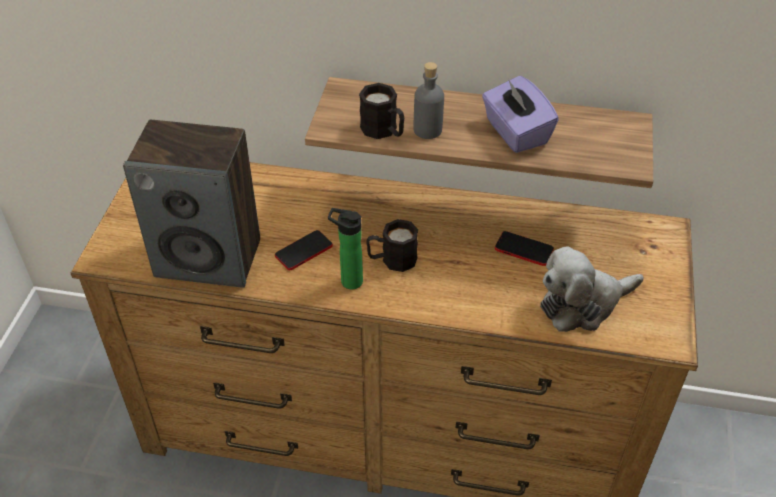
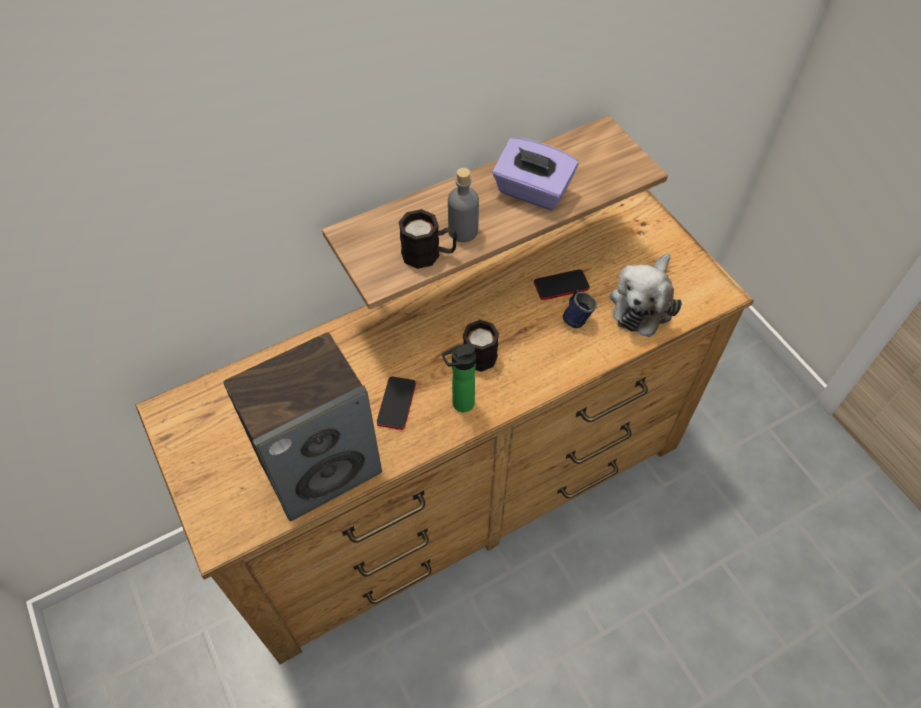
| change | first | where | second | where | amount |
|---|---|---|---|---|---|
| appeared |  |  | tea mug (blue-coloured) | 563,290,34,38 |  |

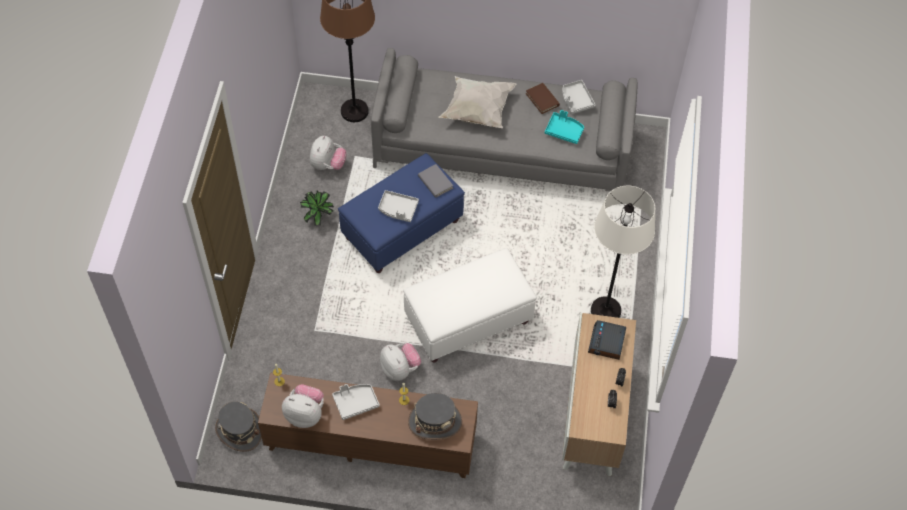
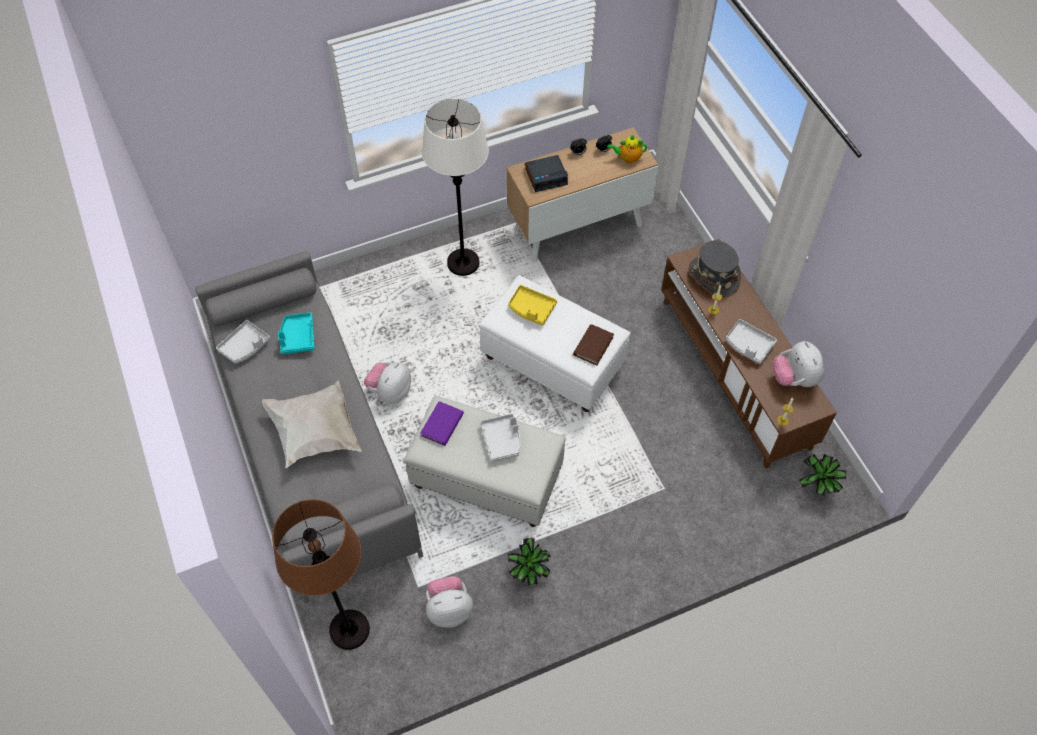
| change | first | where | second | where | amount |
|---|---|---|---|---|---|
| relocated | volume (brown-coloured) | 525,83,35,31 |  | 573,324,41,42 |  |
| colour | ottoman (blue-coloured) | 338,153,127,120 | ottoman (white-coloured) | 404,395,162,132 |  |
| colour | volume (gray) | 418,164,35,34 | volume (purple) | 420,401,44,45 |  |
| relocated | plush toy | 380,343,41,38 |  | 364,362,47,41 |  |
| exchanged | clothing hat (gray) | 215,402,47,50 | houseplant | 799,454,48,42 |  |
| appeared |  |  | teapot | 607,135,40,28 |  |
| appeared |  |  | serving tray (yellowish) | 508,285,49,41 |  |

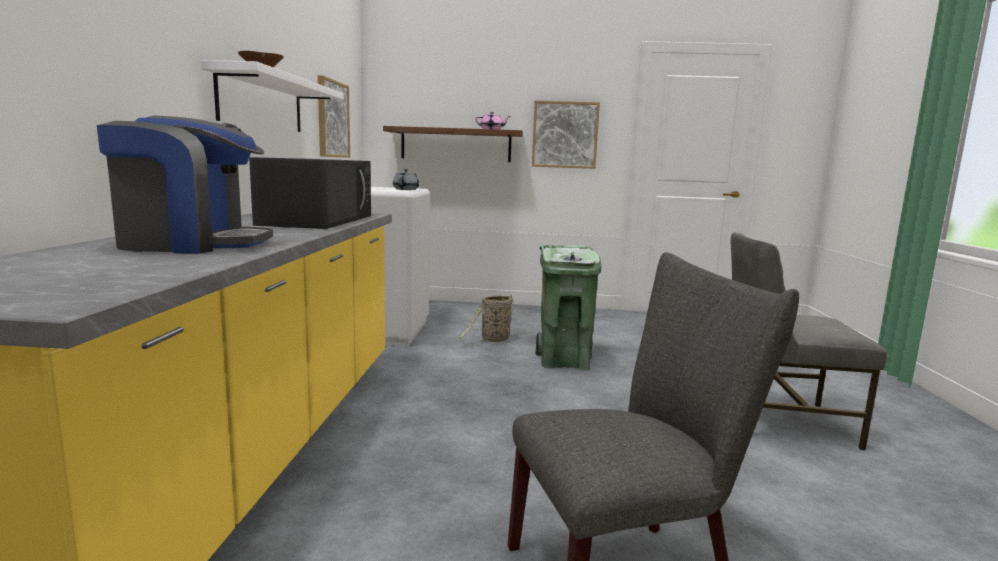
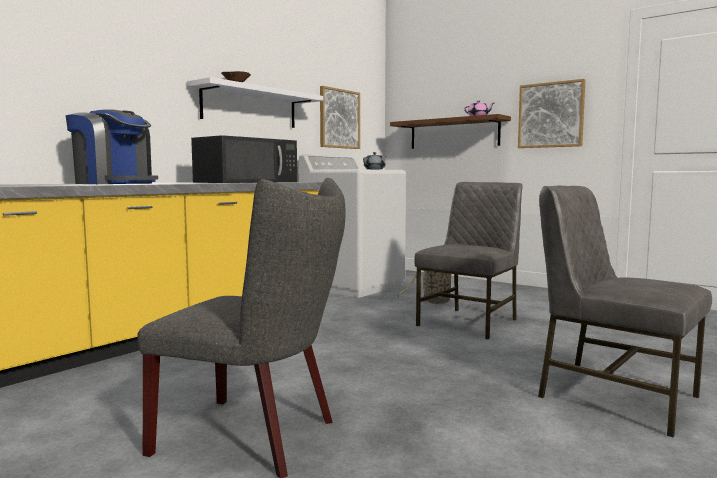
| change | first | where | second | where | amount |
|---|---|---|---|---|---|
| exchanged | trash can (green-coloured) | 535,245,66,125 | upright chair (gray) | 414,182,108,158 |  |

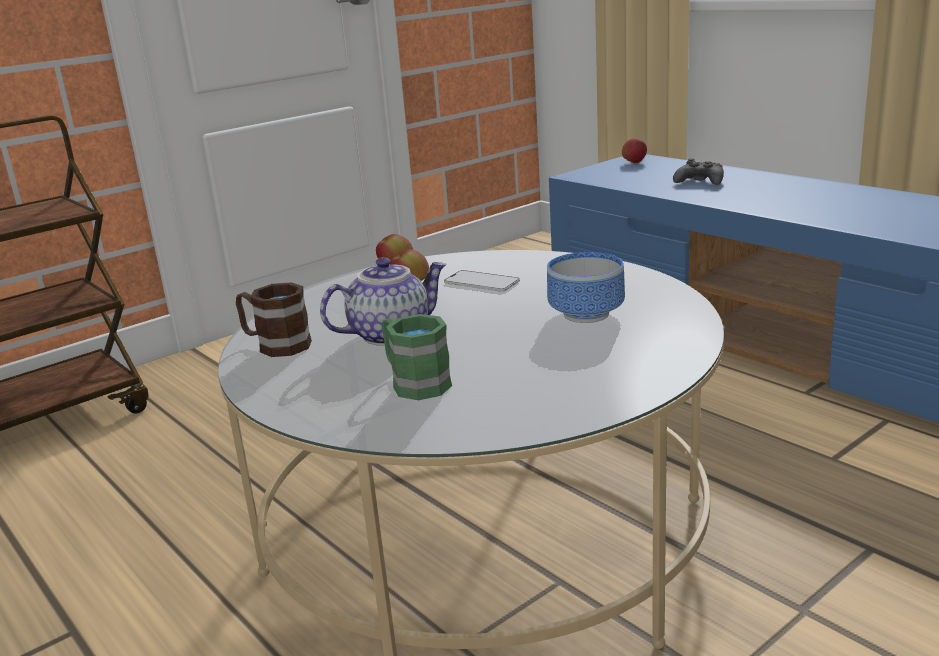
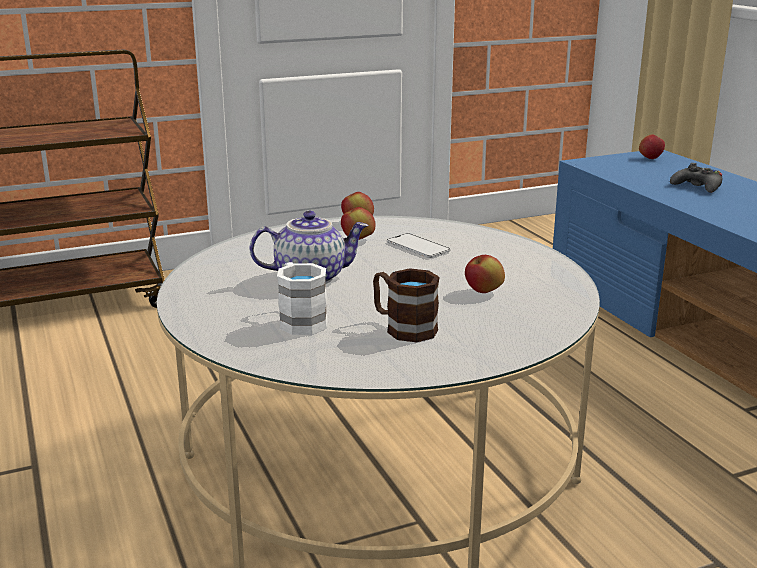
| change | first | where | second | where | amount |
|---|---|---|---|---|---|
| exchanged | bowl | 547,252,78,71 | whole apple | 465,255,40,38 |  |
| relocated | tea mug (brown-coloured) | 236,282,76,75 |  | 373,268,67,74 |  |
| colour | tea mug (green-coloured) | 382,314,70,86 | tea mug (white-coloured) | 277,262,51,73 |  |

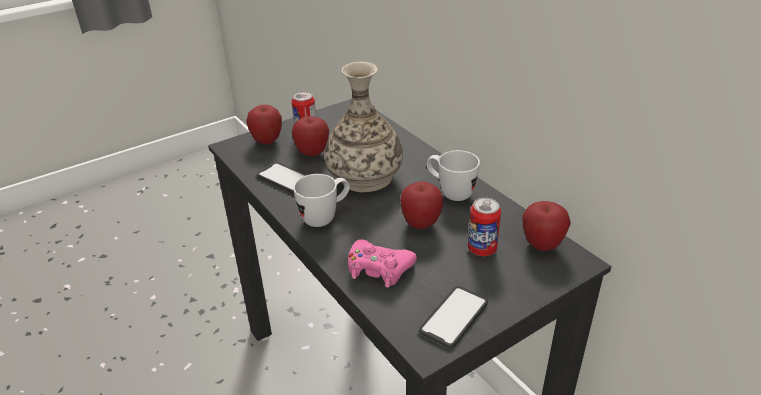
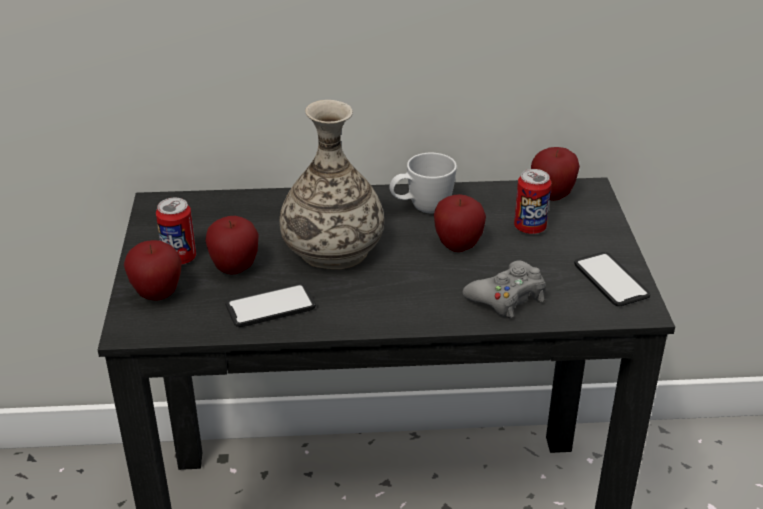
| change | first | where | second | where | amount |
|---|---|---|---|---|---|
| missing | tea mug (white-coloured) | 293,174,57,53 |  |  |  |
| colour | gamepad (pink) | 348,239,69,49 | gamepad (gray) | 463,260,83,58 |  |

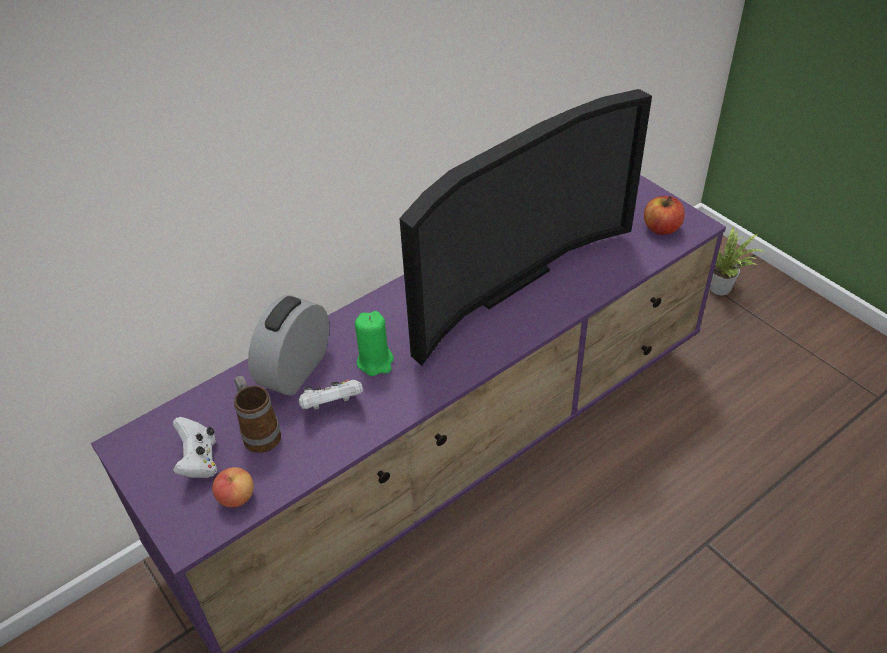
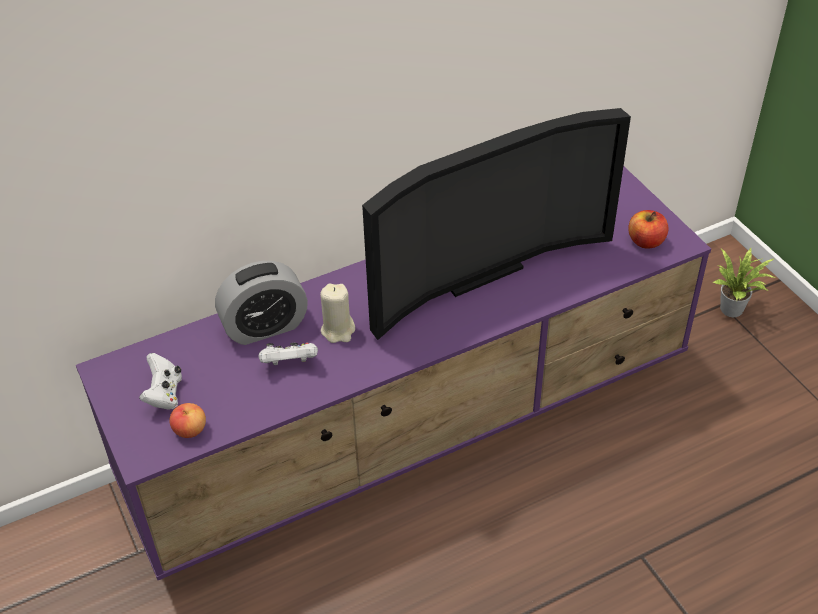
| change | first | where | second | where | amount |
|---|---|---|---|---|---|
| spun | table clock | 248,295,81,101 |  | 215,261,93,84 | 150 degrees counterclockwise |
| colour | candle (green-coloured) | 355,311,39,65 | candle (beige) | 320,283,35,60 |  |
| missing | tea mug | 234,376,47,77 |  |  |  |

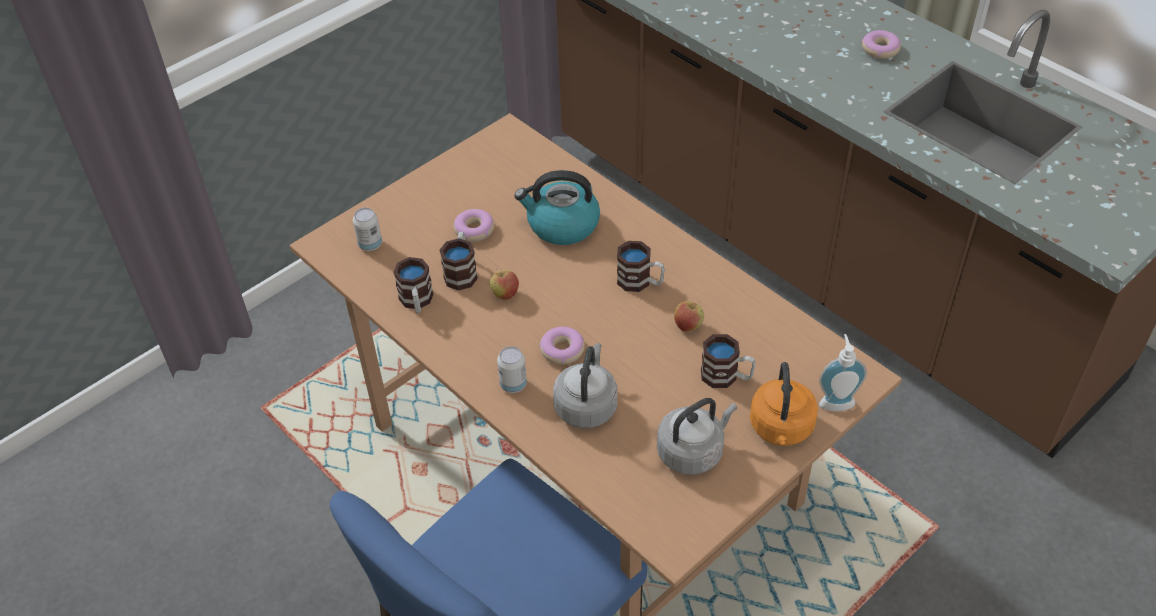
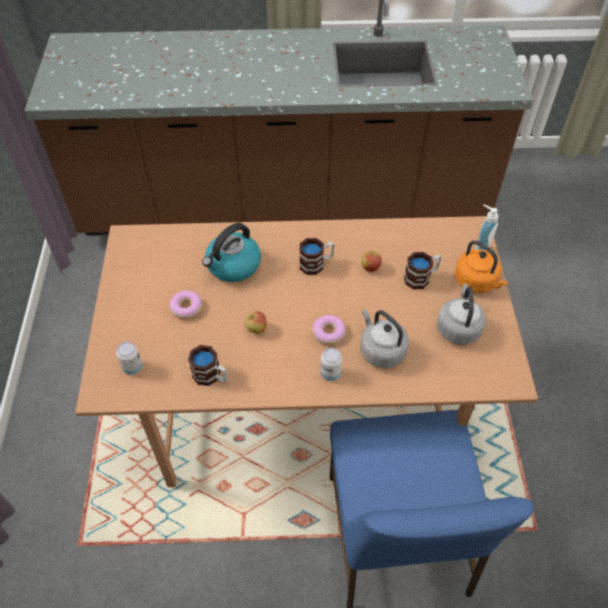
| change | first | where | second | where | amount |
|---|---|---|---|---|---|
| missing | ring doughnut | 861,30,40,29 |  |  |  |
| missing | tea mug | 439,232,39,59 |  |  |  |

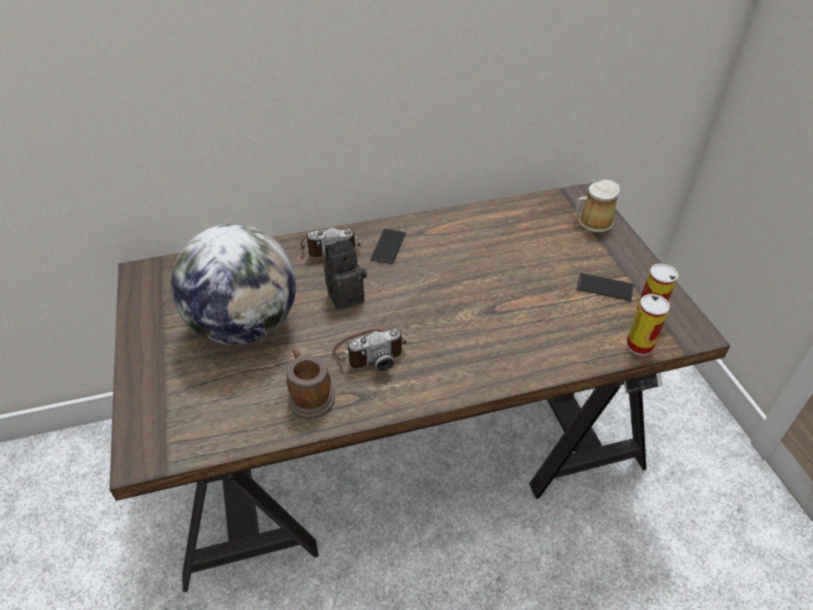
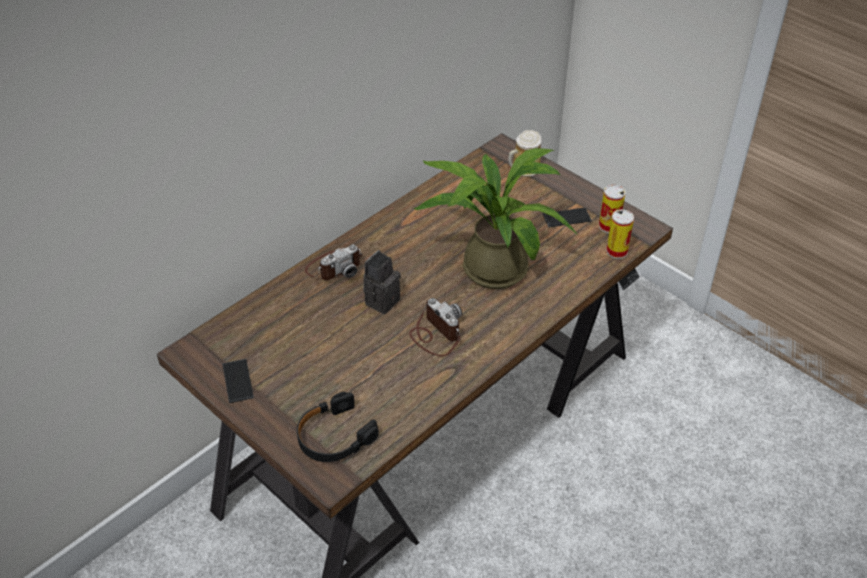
| change | first | where | second | where | amount |
|---|---|---|---|---|---|
| missing | world globe | 171,224,125,121 |  |  |  |
| relocated | handset | 370,229,36,35 |  | 222,359,32,44 |  |
| spun | still camera | 333,329,74,42 |  | 409,298,53,58 | 75 degrees counterclockwise |
| missing | tea mug | 286,349,49,70 |  |  |  |
| appeared |  |  | houseplant | 413,148,164,141 |  |
| appeared |  |  | headset (black-coloured) | 297,392,82,70 |  |

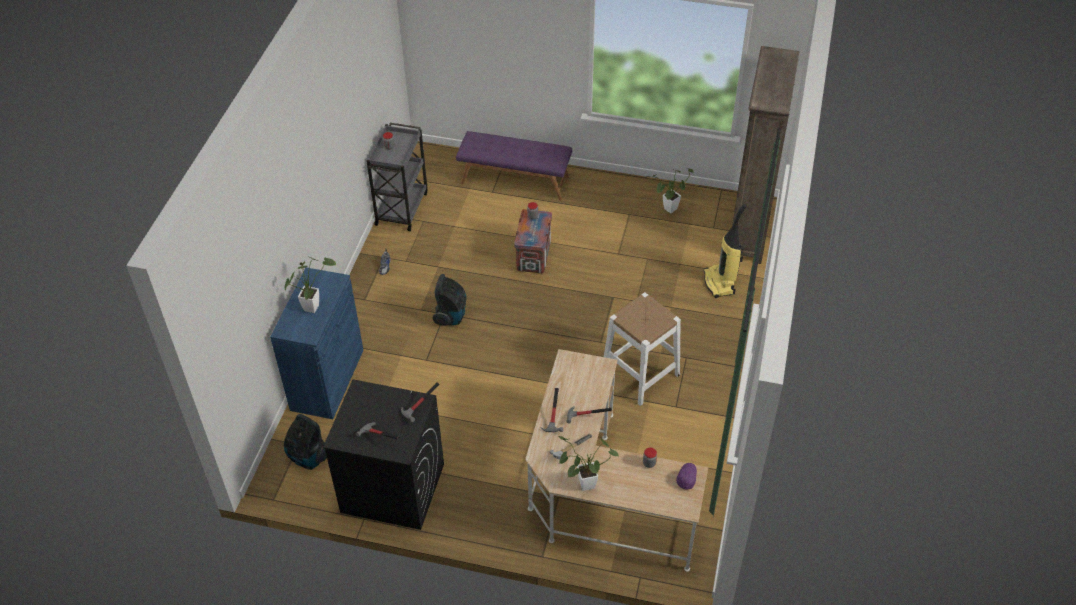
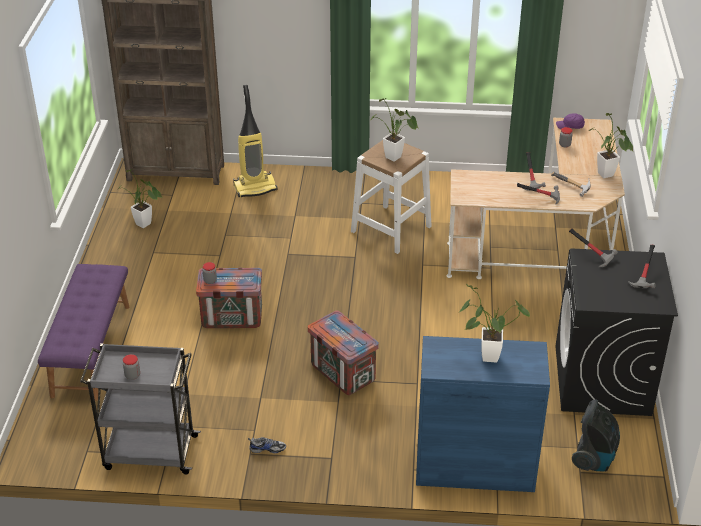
| change | first | where | second | where | amount |
|---|---|---|---|---|---|
| exchanged | vacuum cleaner | 432,274,35,52 | shipping crate | 308,311,71,84 |  |
| appeared |  |  | houseplant | 370,98,48,64 |  |

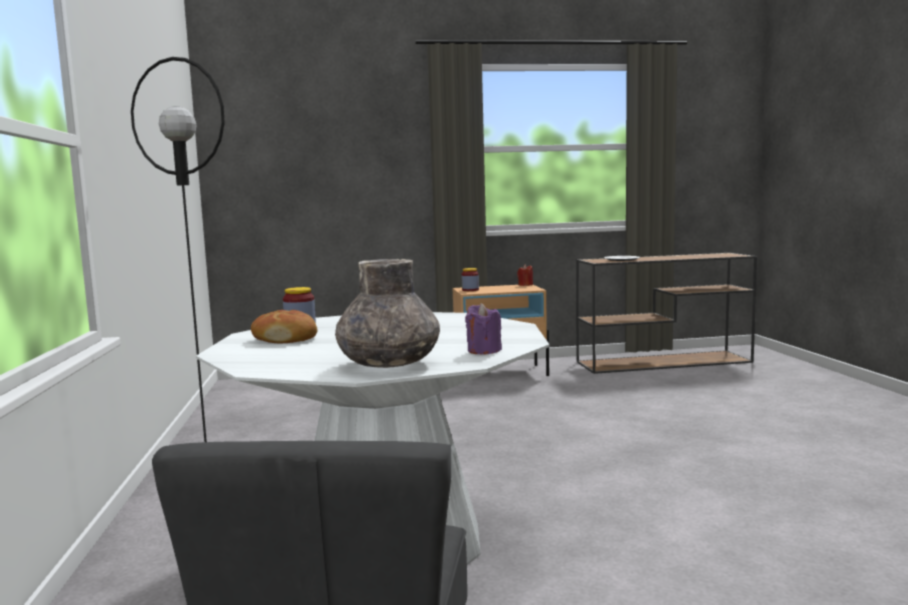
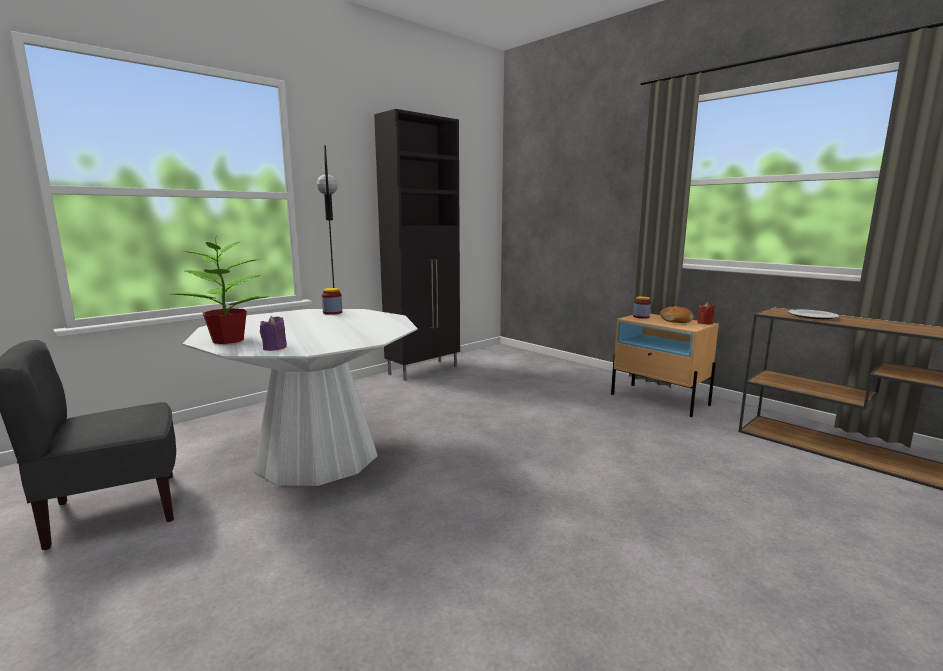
| change | first | where | second | where | amount |
|---|---|---|---|---|---|
| exchanged | flower vase (gray) | 335,259,105,109 | houseplant | 171,235,98,109 |  |
| relocated | bakery bread | 251,310,67,33 |  | 660,306,34,17 |  |
| appeared |  |  | storage cabinet (black-coloured) | 374,109,86,272 |  |

